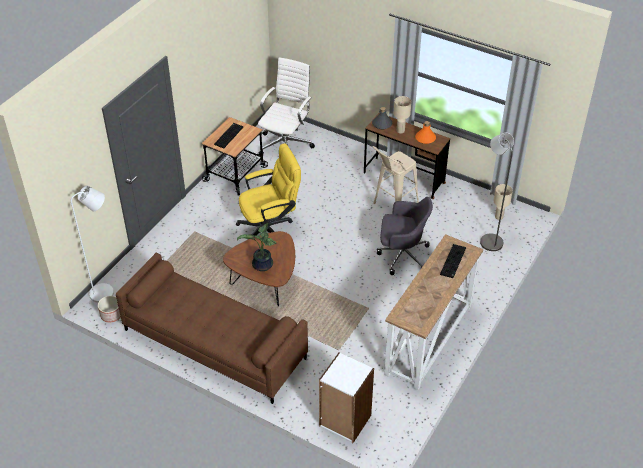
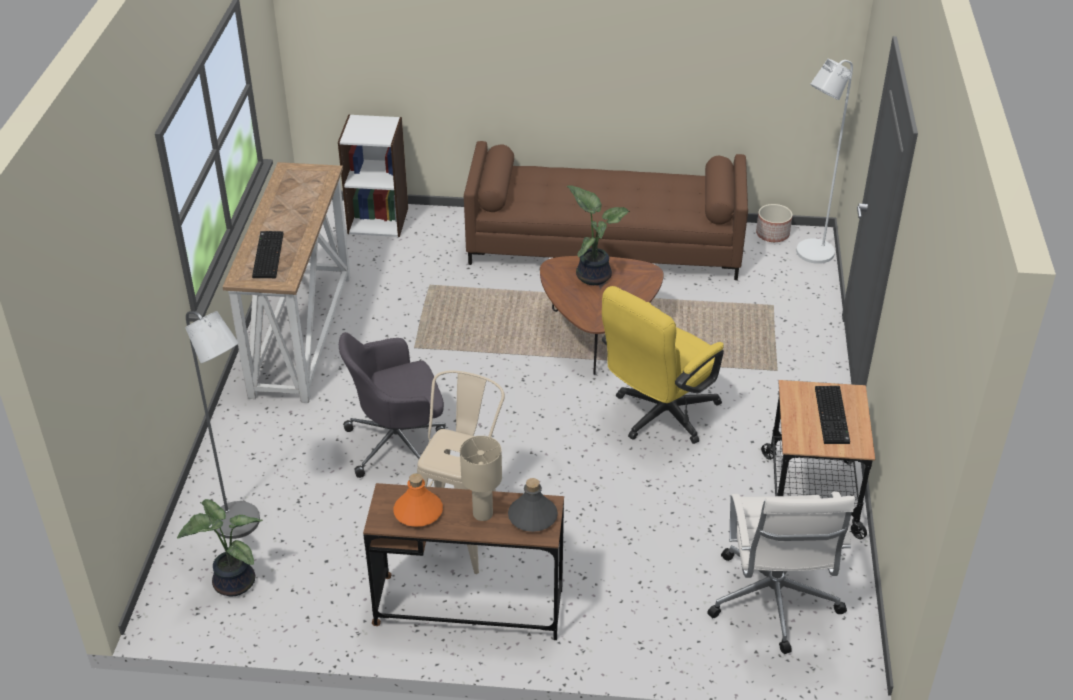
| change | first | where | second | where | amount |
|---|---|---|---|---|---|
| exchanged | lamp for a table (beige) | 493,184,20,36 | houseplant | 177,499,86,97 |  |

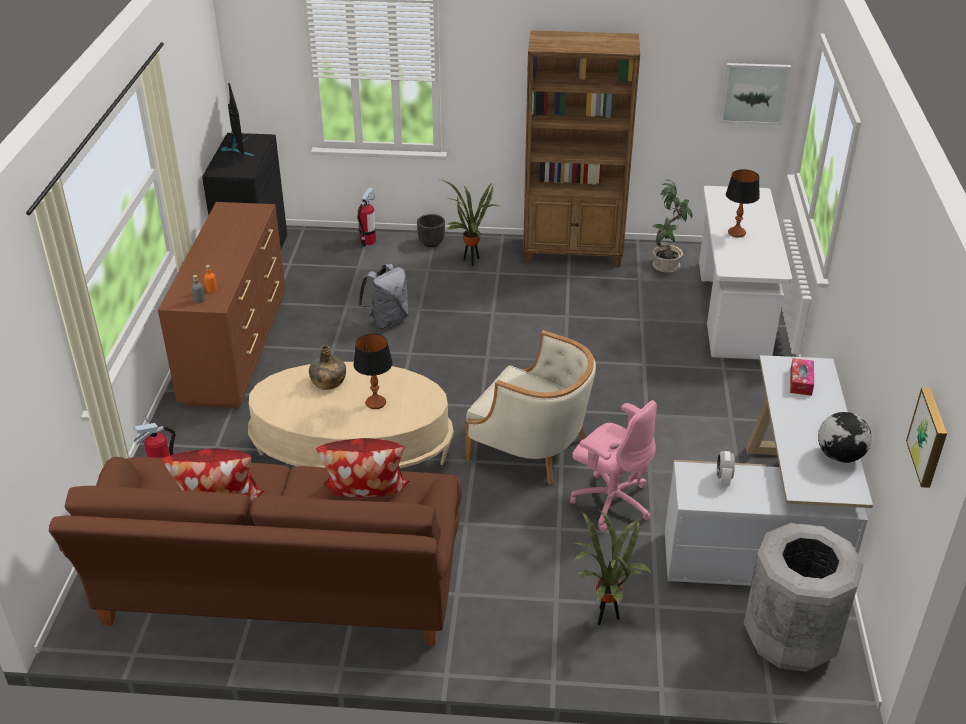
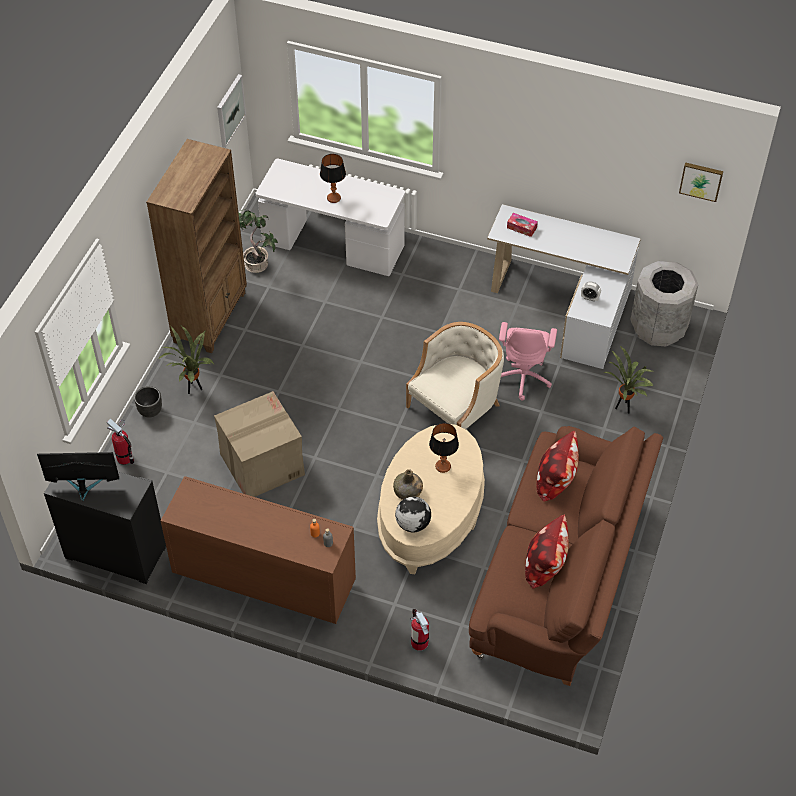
| change | first | where | second | where | amount |
|---|---|---|---|---|---|
| exchanged | knapsack (gray) | 358,264,50,65 | packing box | 214,391,91,106 |  |
| spun | desk chair (pink) | 570,400,87,131 |  | 499,322,58,79 | 135 degrees clockwise |
| relocated | world globe | 818,412,54,51 |  | 395,497,36,35 |  |

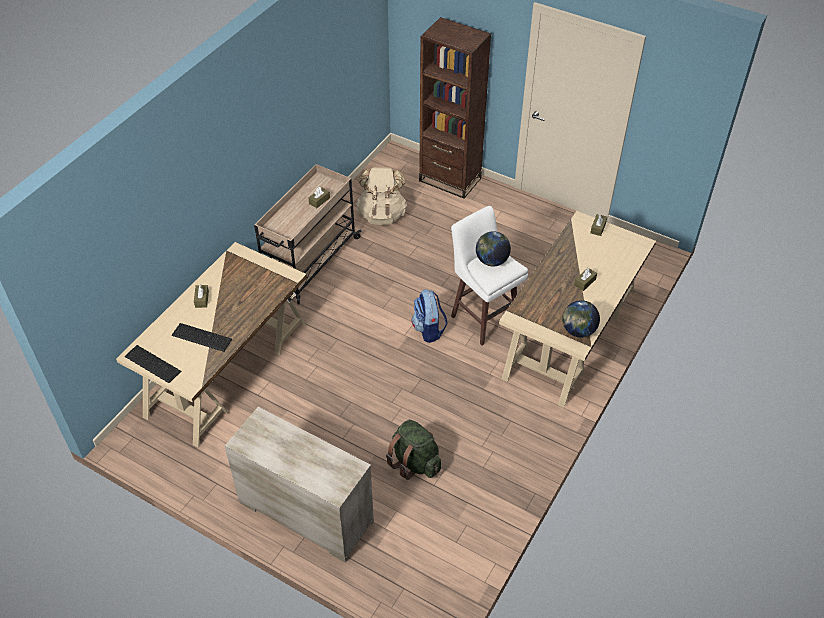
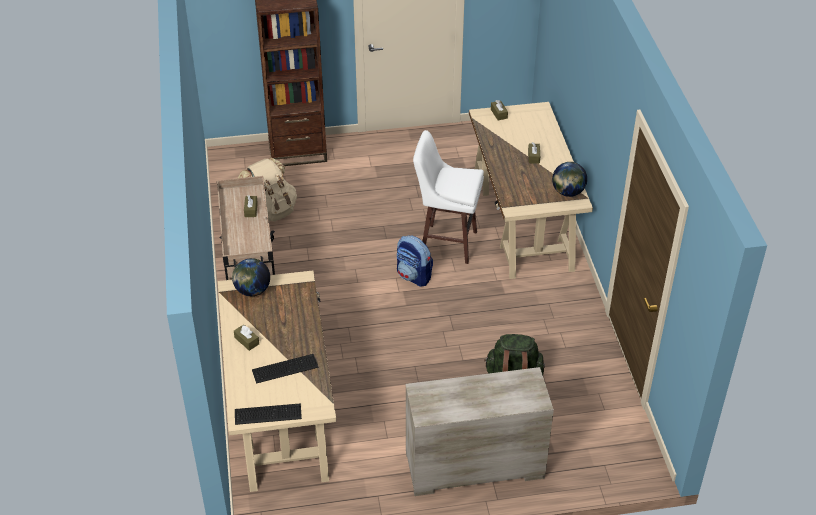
| change | first | where | second | where | amount |
|---|---|---|---|---|---|
| relocated | world globe | 476,231,35,36 |  | 232,258,38,38 |  |

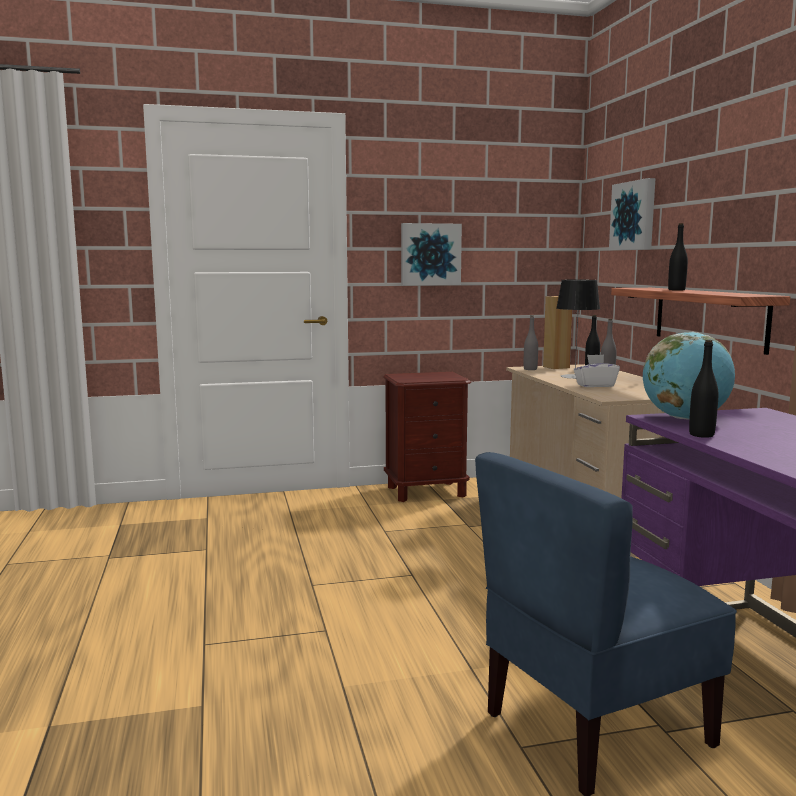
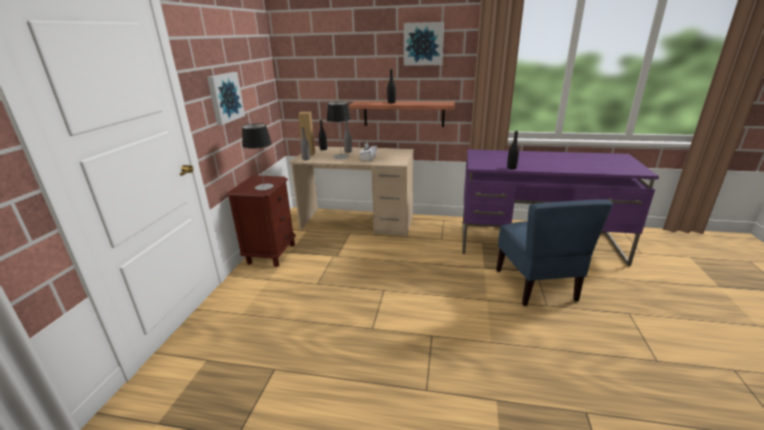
| change | first | where | second | where | amount |
|---|---|---|---|---|---|
| relocated | picture | 609,178,47,72 |  | 404,22,40,44 |  |
| missing | world globe | 643,332,92,87 |  |  |  |
| appeared |  |  | lamp for a table | 242,123,32,67 |  |

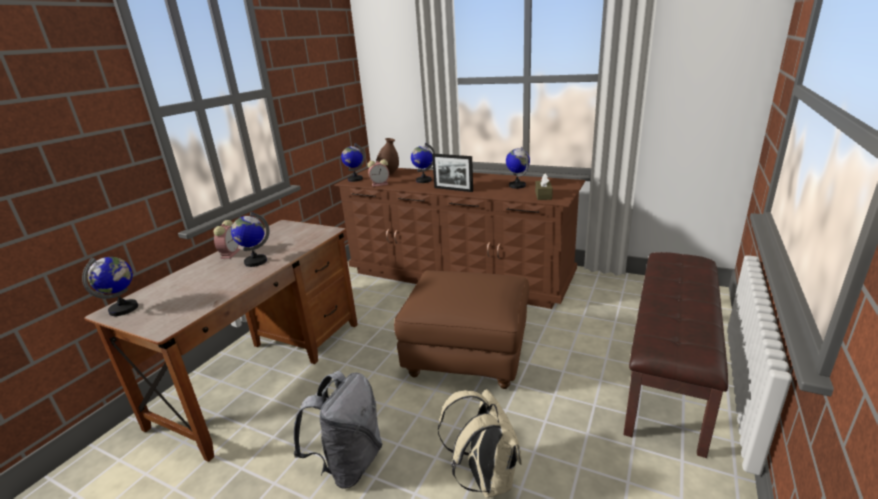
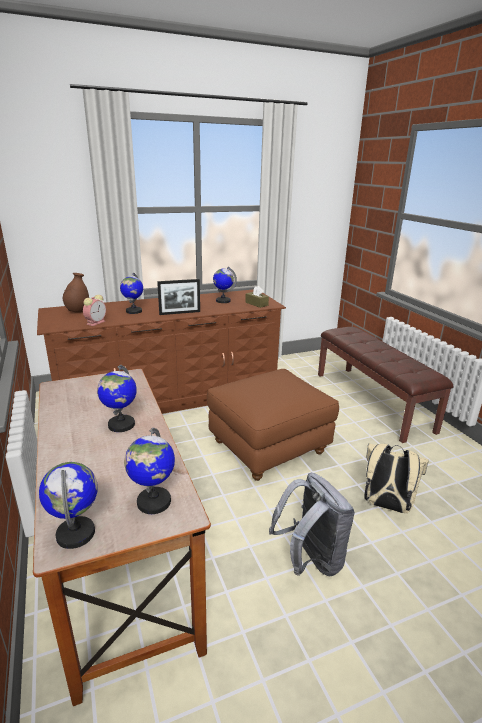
| change | first | where | second | where | amount |
|---|---|---|---|---|---|
| relocated | world globe | 341,143,24,39 |  | 124,428,51,86 |  |
| missing | table clock | 213,220,27,39 |  |  |  |

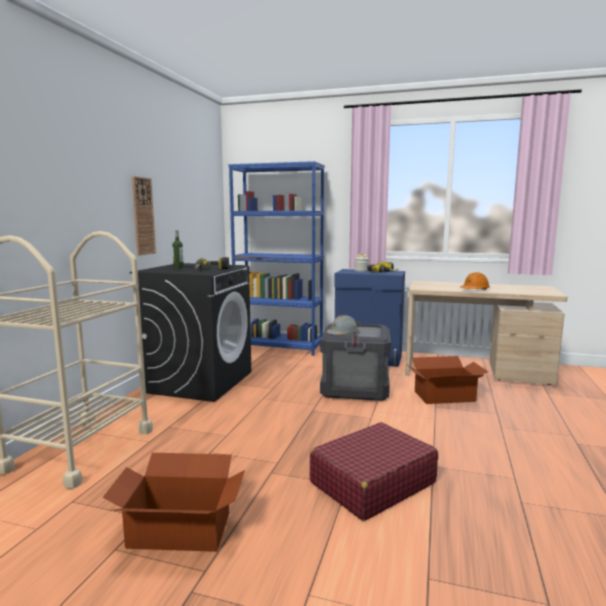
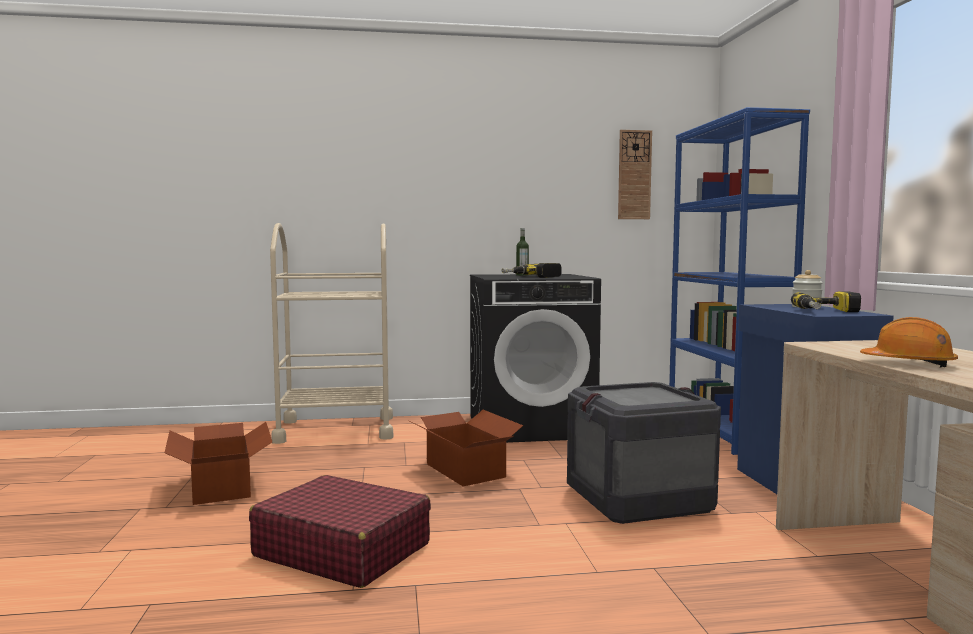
| change | first | where | second | where | amount |
|---|---|---|---|---|---|
| relocated | clock on the wall | 132,176,24,79 |  | 618,130,34,89 |  |
| missing | hard hat (gray) | 327,315,32,20 |  |  |  |
| relocated | packing box | 406,356,82,48 |  | 410,410,113,77 |  |

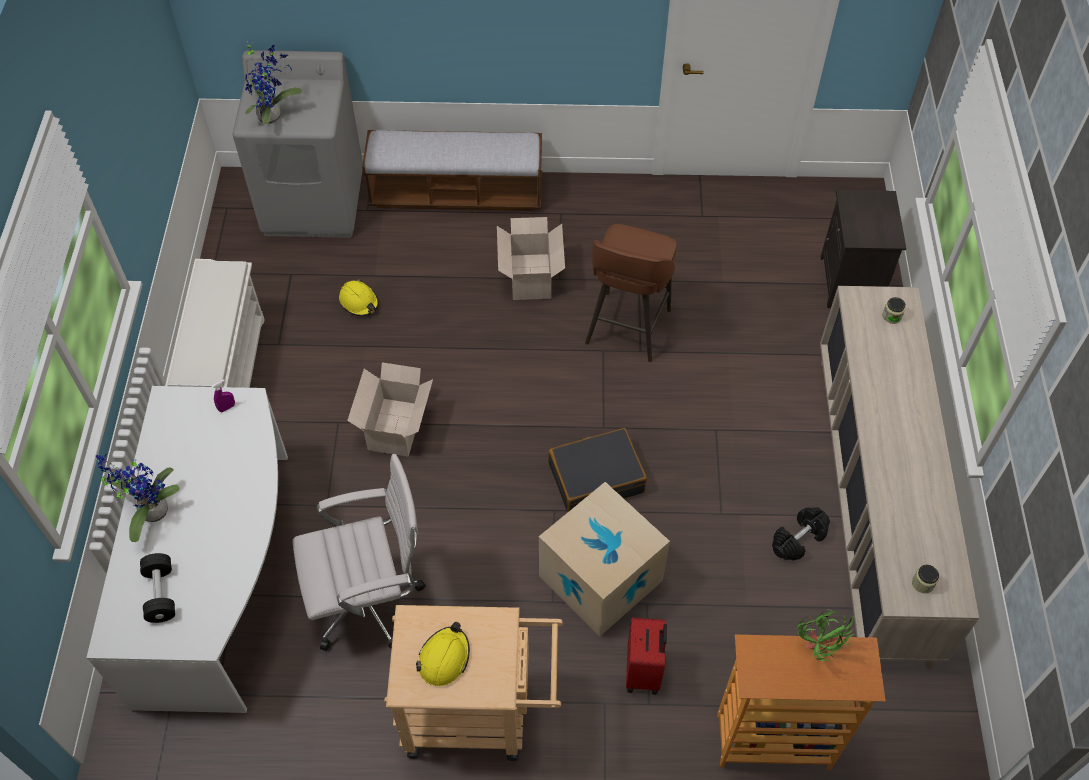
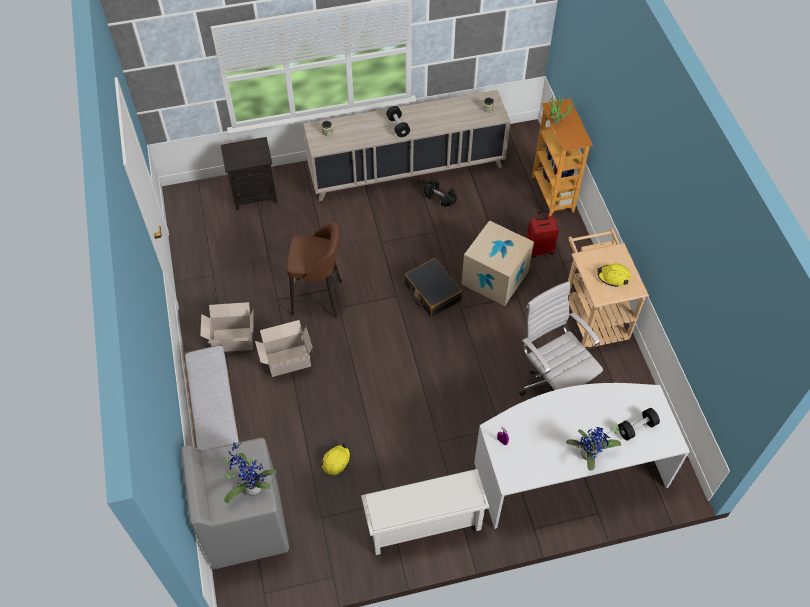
| change | first | where | second | where | amount |
|---|---|---|---|---|---|
| relocated | packing box | 347,362,86,95 |  | 200,302,53,50 |  |
| appeared |  |  | dumbbell (black-coloured) | 386,106,24,31 |  |

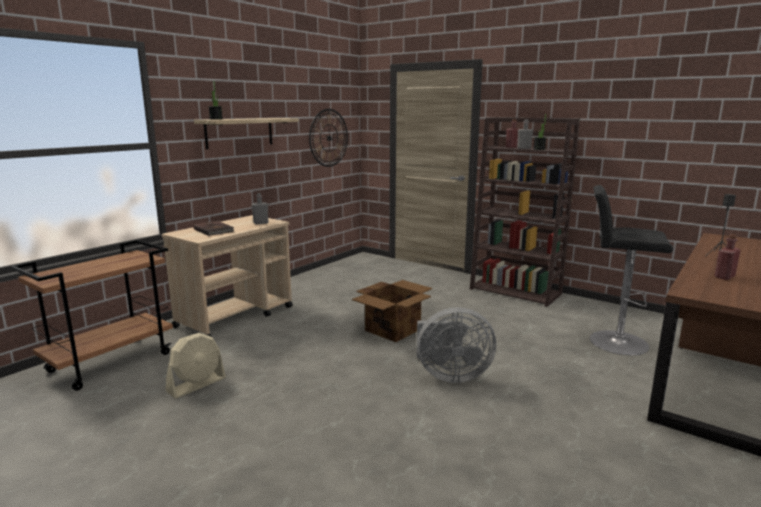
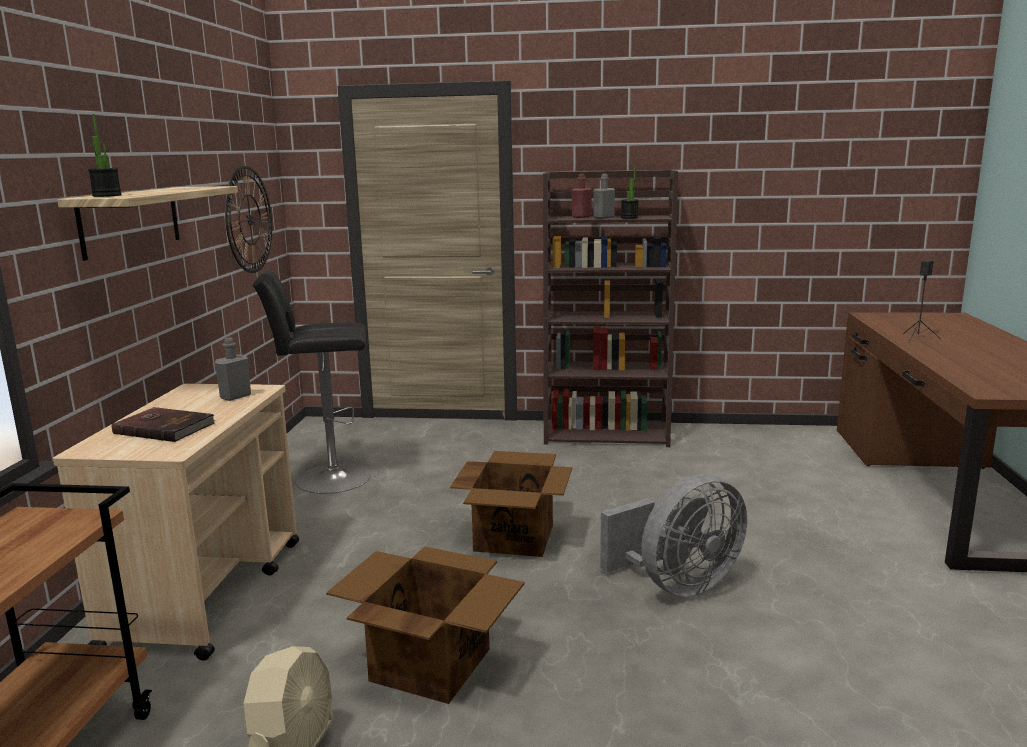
| change | first | where | second | where | amount |
|---|---|---|---|---|---|
| relocated | sitting stool (black-coloured) | 590,185,83,170 |  | 253,270,118,224 |  |
| missing | drink bottle (red-coloured) | 715,234,26,46 |  |  |  |
| appeared |  |  | packing box | 326,546,199,158 |  |

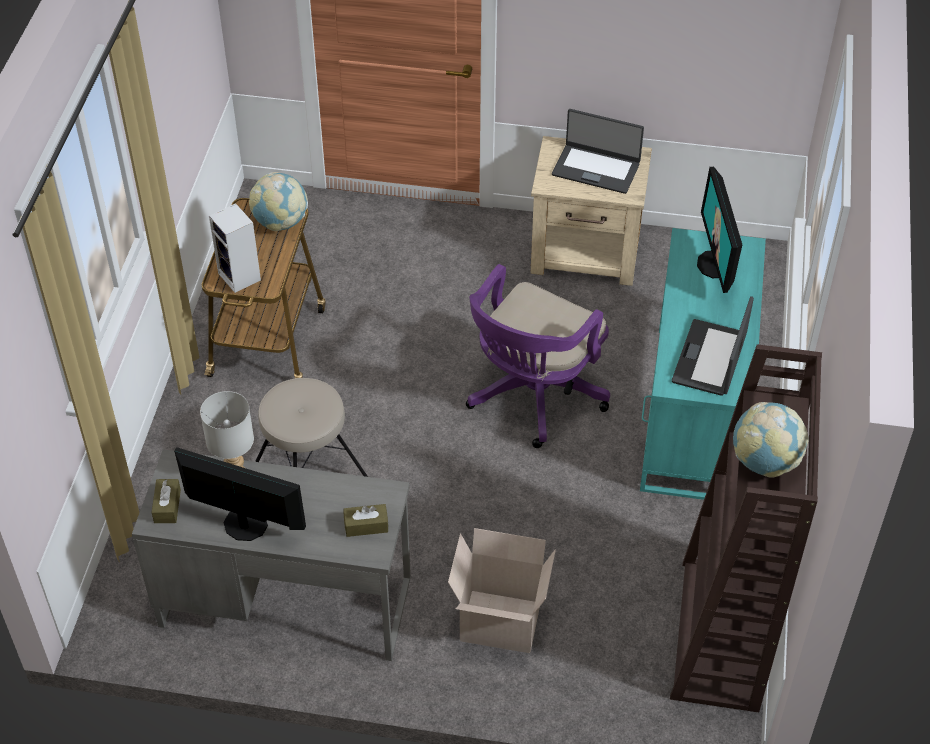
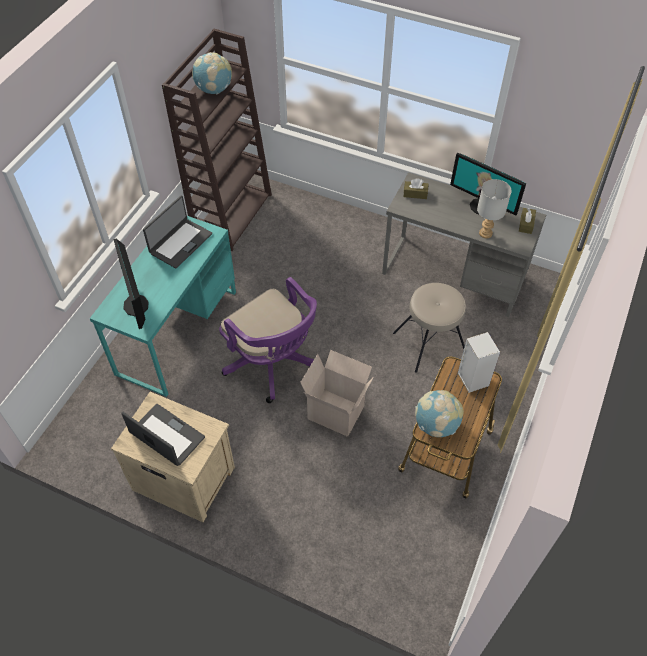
| change | first | where | second | where | amount |
|---|---|---|---|---|---|
| spun | monitor | 697,167,45,126 |  | 114,239,35,90 | 150 degrees clockwise |
| spun | desk chair (purple) | 466,264,144,184 |  | 219,277,98,126 | 90 degrees clockwise |
| relocated | packing box | 448,528,108,125 |  | 300,350,74,87 |  |

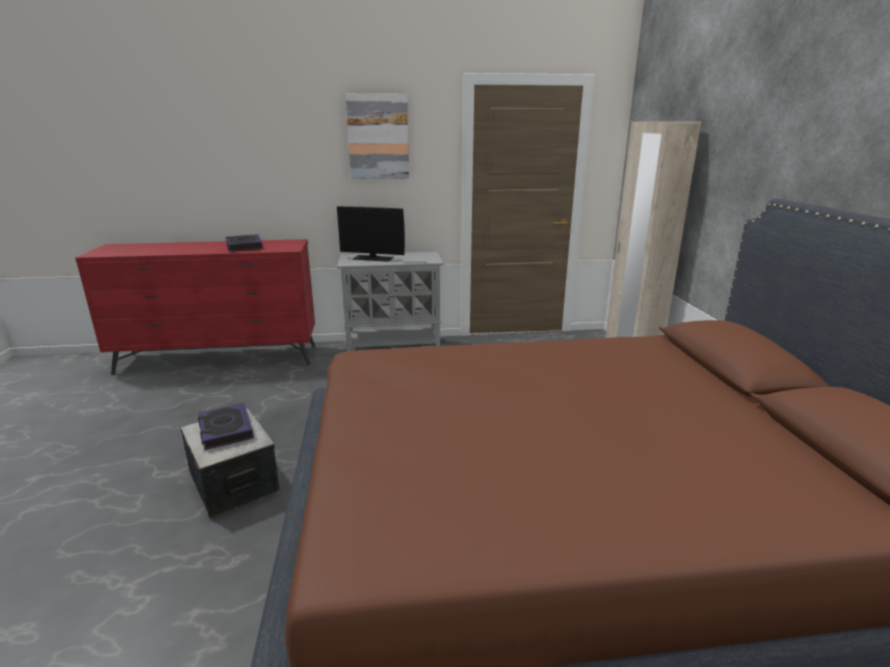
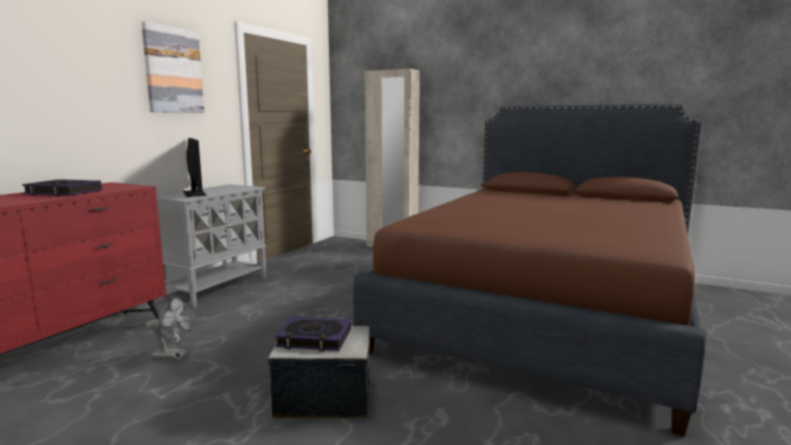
| change | first | where | second | where | amount |
|---|---|---|---|---|---|
| spun | monitor | 337,206,68,56 |  | 183,138,23,59 | 75 degrees counterclockwise |
| appeared |  |  | electric fan (gray) | 145,297,48,63 |  |

